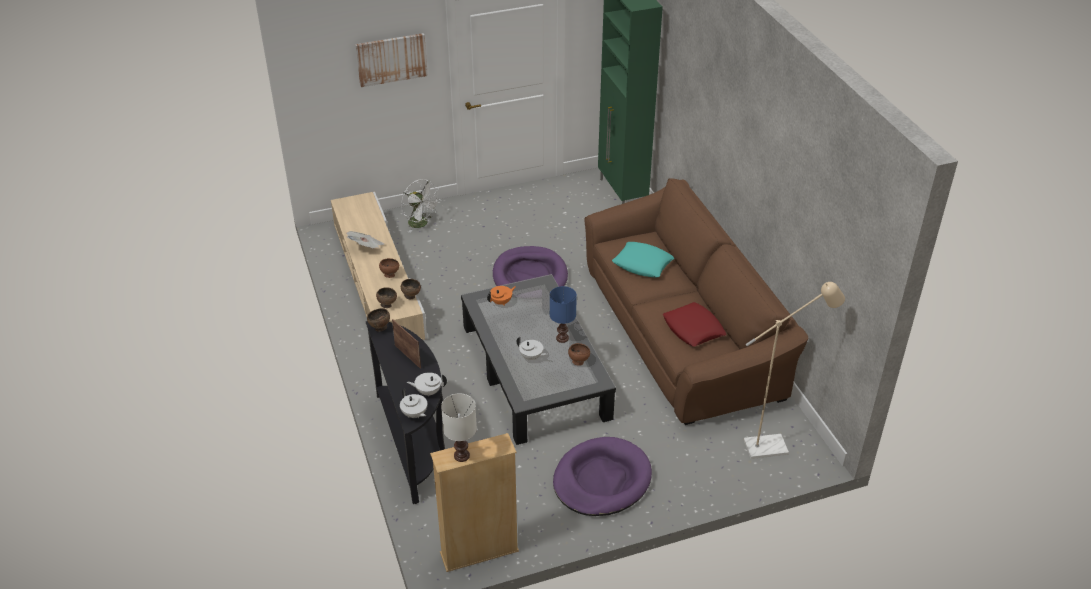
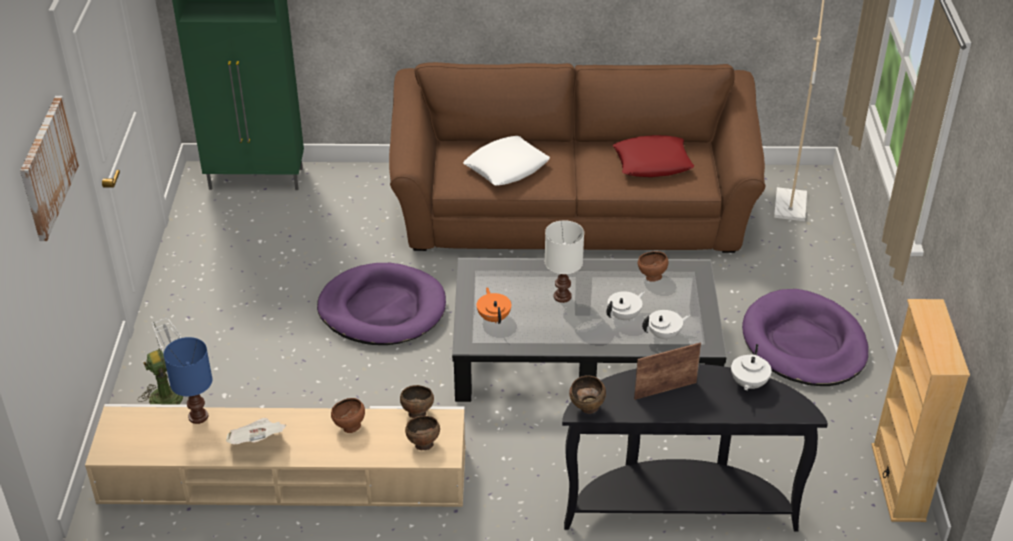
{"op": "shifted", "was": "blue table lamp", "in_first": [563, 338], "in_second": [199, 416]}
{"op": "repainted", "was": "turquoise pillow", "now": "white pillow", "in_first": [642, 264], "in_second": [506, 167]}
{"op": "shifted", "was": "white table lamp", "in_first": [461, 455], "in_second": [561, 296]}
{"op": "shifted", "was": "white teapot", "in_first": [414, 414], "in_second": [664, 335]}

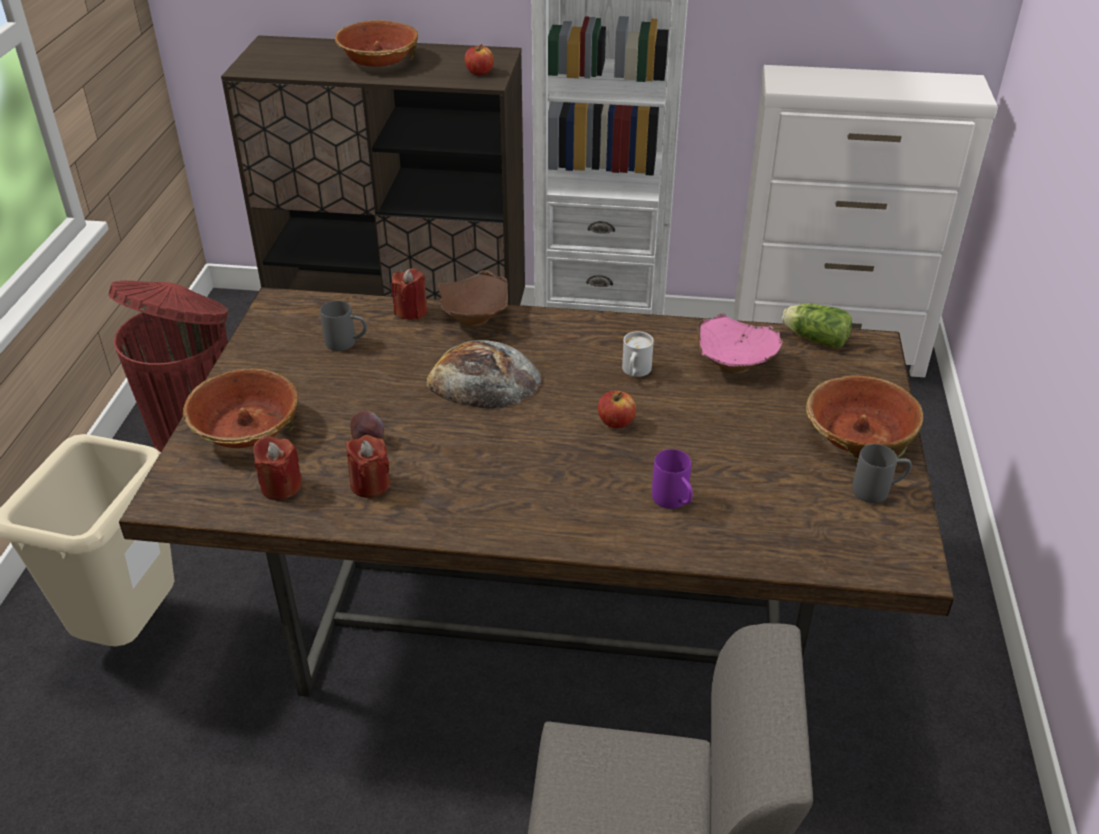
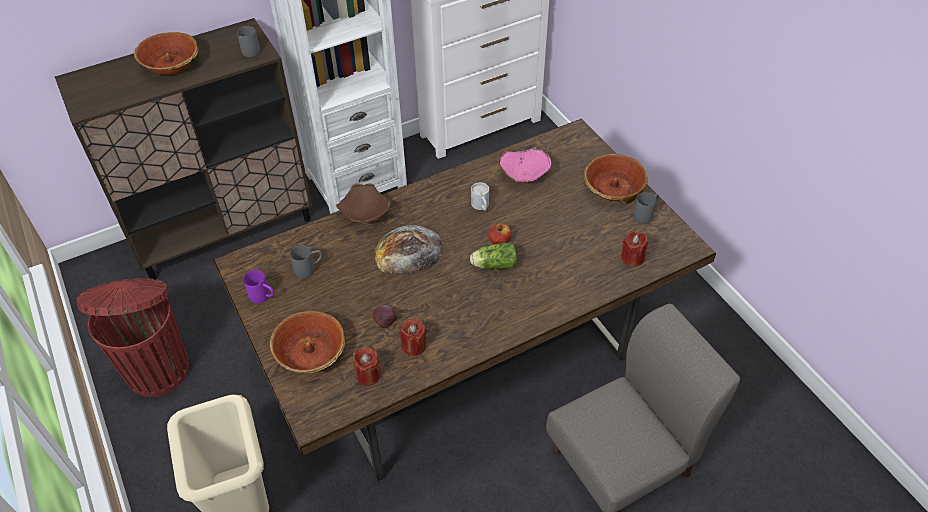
{"op": "swapped", "was": "apple", "now": "grey mug", "in_first": [479, 72], "in_second": [250, 49]}
{"op": "shifted", "was": "purple mug", "in_first": [674, 502], "in_second": [263, 297]}
{"op": "shifted", "was": "lettuce", "in_first": [813, 338], "in_second": [493, 265]}
{"op": "shifted", "was": "red candle", "in_first": [411, 311], "in_second": [632, 258]}

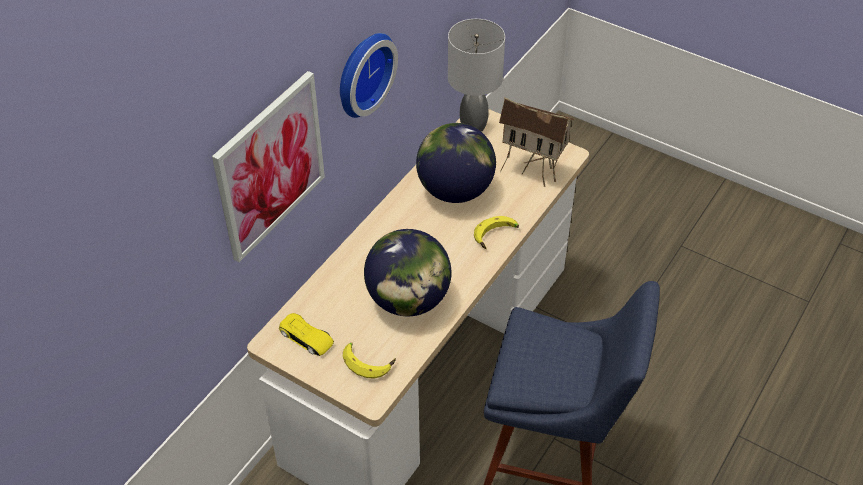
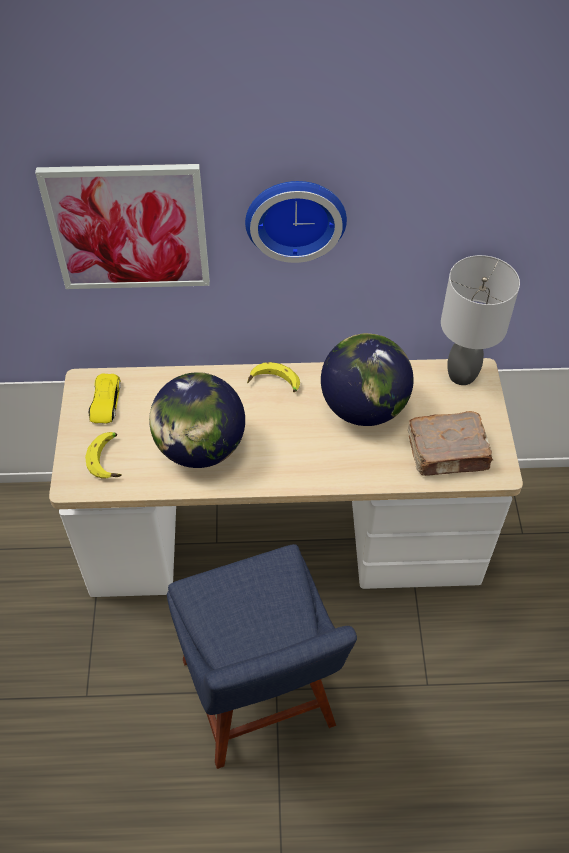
{"op": "shifted", "was": "banana", "in_first": [496, 236], "in_second": [274, 384]}
{"op": "swapped", "was": "toy house", "now": "brown book", "in_first": [532, 170], "in_second": [448, 453]}

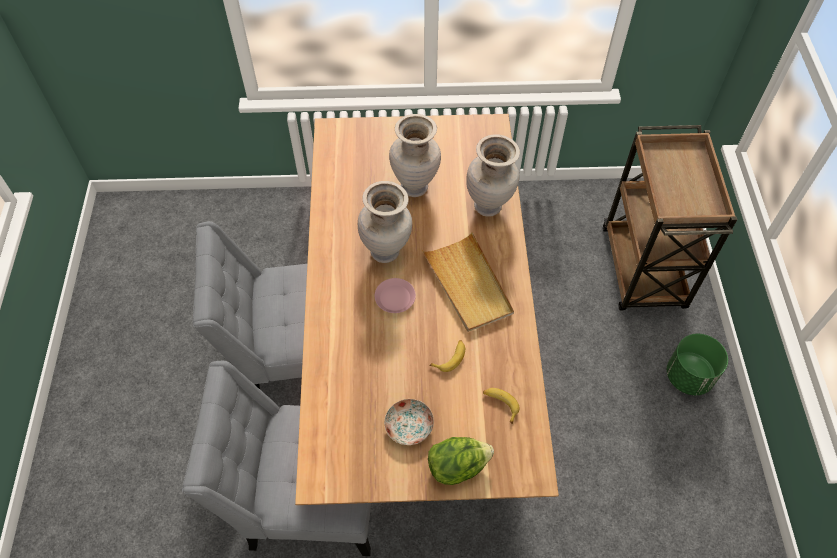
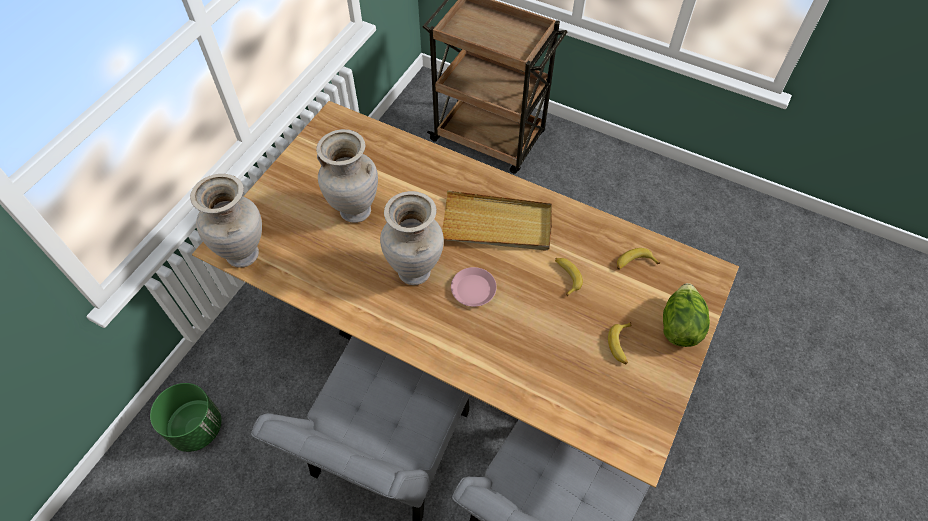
{"op": "shifted", "was": "green planter", "in_first": [688, 376], "in_second": [196, 427]}
{"op": "shifted", "was": "beige vase", "in_first": [489, 207], "in_second": [244, 254]}
{"op": "swapped", "was": "plate", "now": "banana", "in_first": [409, 427], "in_second": [621, 345]}

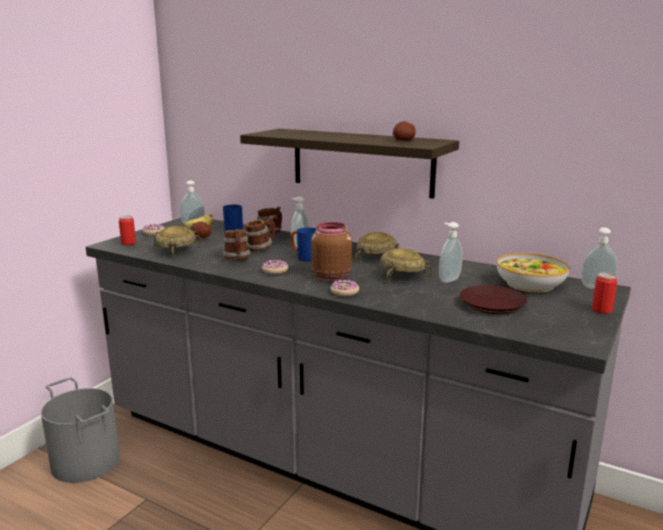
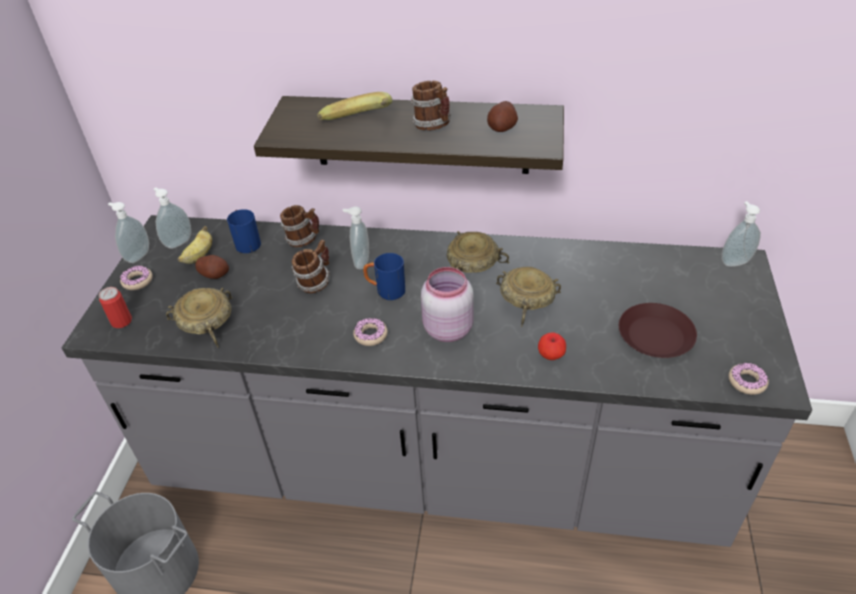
{"op": "shifted", "was": "soap dispenser", "in_first": [448, 279], "in_second": [137, 256]}
{"op": "new", "now": "banana", "in_second": [359, 125]}
{"op": "shifted", "was": "mug", "in_first": [237, 259], "in_second": [433, 126]}
{"op": "repainted", "was": "brown jar", "now": "pink jar", "in_first": [330, 277], "in_second": [446, 329]}
{"op": "new", "now": "apple", "in_second": [551, 355]}
{"op": "shifted", "was": "donut", "in_first": [344, 292], "in_second": [747, 382]}
{"op": "gone", "was": "bowl", "in_first": [530, 284]}
{"op": "gone", "was": "can", "in_first": [601, 310]}

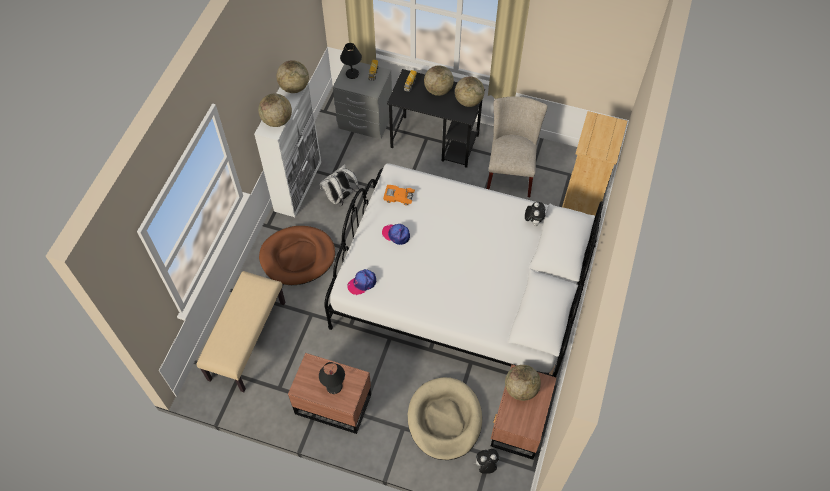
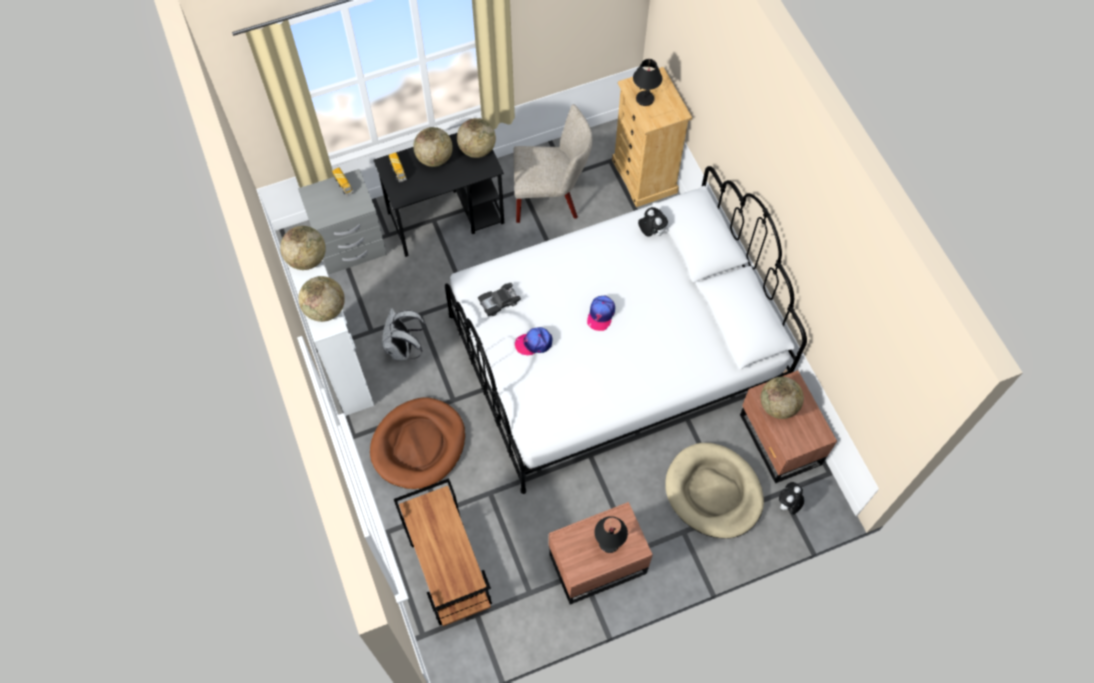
{"op": "swapped", "was": "beige bench", "now": "brown cart", "in_first": [247, 340], "in_second": [449, 572]}
{"op": "repainted", "was": "orange toy car", "now": "black toy car", "in_first": [399, 197], "in_second": [499, 302]}
{"op": "rotated", "was": "beige chair", "in_first": [510, 172], "in_second": [551, 198], "clockwise": 120}
{"op": "shifted", "was": "cap", "in_first": [362, 283], "in_second": [600, 314]}
{"op": "shifted", "was": "black table lamp", "in_first": [352, 74], "in_second": [645, 99]}

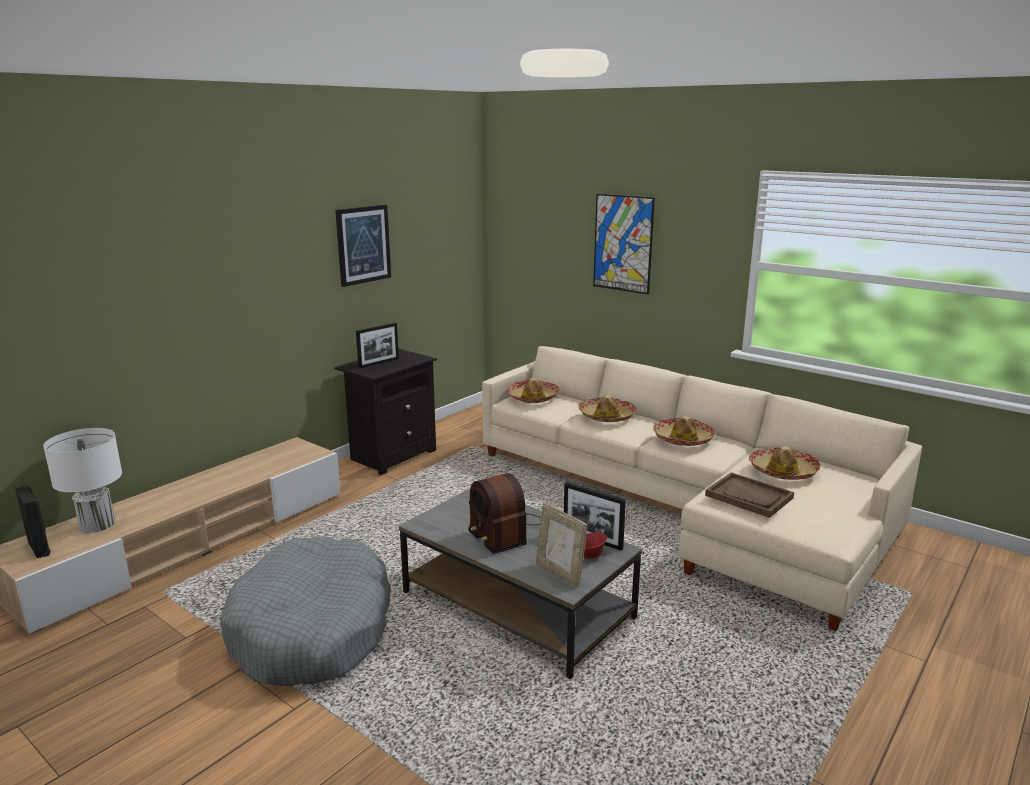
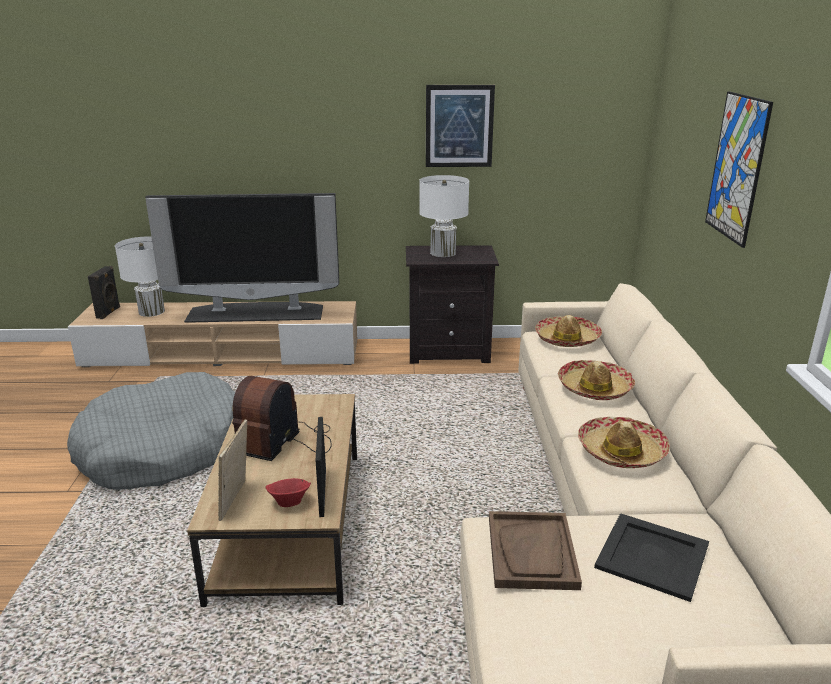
{"op": "new", "now": "television", "in_second": [256, 313]}
{"op": "repainted", "was": "grey coffee table", "now": "brown coffee table", "in_first": [518, 605], "in_second": [290, 524]}
{"op": "swapped", "was": "picture frame", "now": "white table lamp", "in_first": [379, 363], "in_second": [443, 253]}
{"op": "swapped", "was": "hat", "now": "black tray", "in_first": [783, 471], "in_second": [651, 555]}

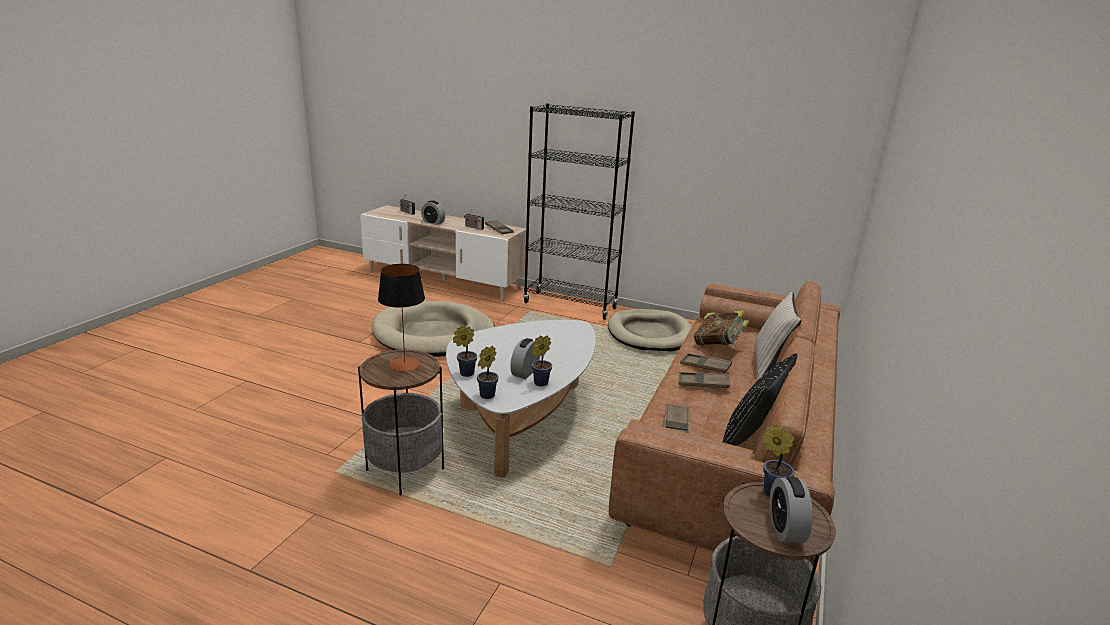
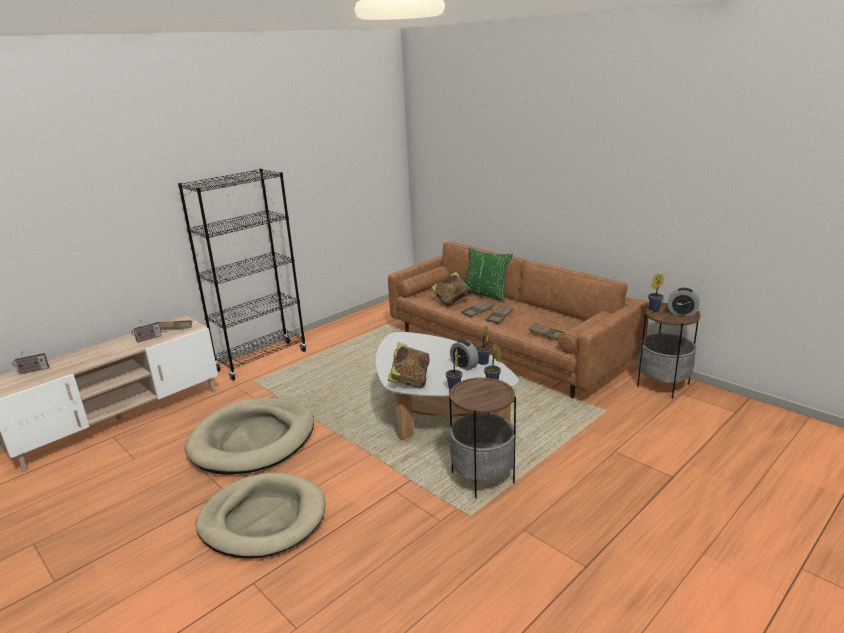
{"op": "shifted", "was": "beige dog bed", "in_first": [649, 334], "in_second": [263, 519]}
{"op": "new", "now": "book", "in_second": [409, 381]}
{"op": "repainted", "was": "beige pillow", "now": "green pillow", "in_first": [769, 366], "in_second": [486, 295]}
{"op": "gone", "was": "table lamp", "in_first": [404, 364]}
{"op": "gone", "was": "alarm clock", "in_first": [433, 222]}
{"op": "gone", "was": "black pillow", "in_first": [751, 439]}

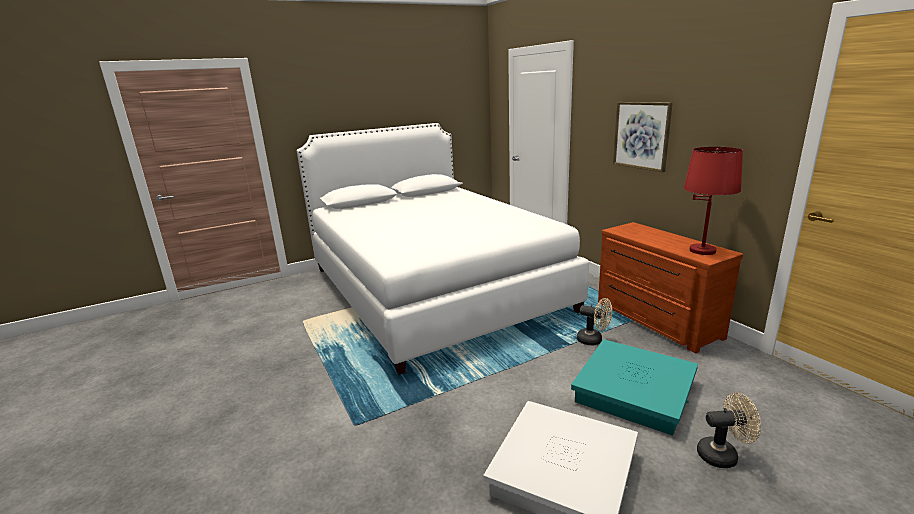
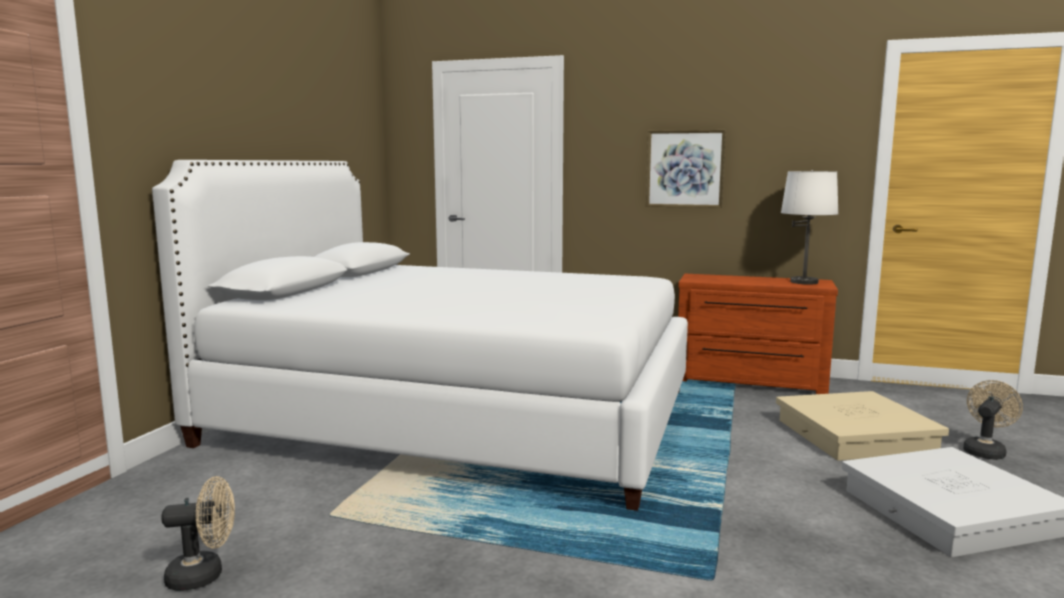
{"op": "shifted", "was": "beige fan", "in_first": [593, 340], "in_second": [204, 575]}
{"op": "repainted", "was": "turquoise storage box", "now": "beige storage box", "in_first": [634, 392], "in_second": [855, 436]}
{"op": "repainted", "was": "red table lamp", "now": "white table lamp", "in_first": [702, 250], "in_second": [804, 282]}

